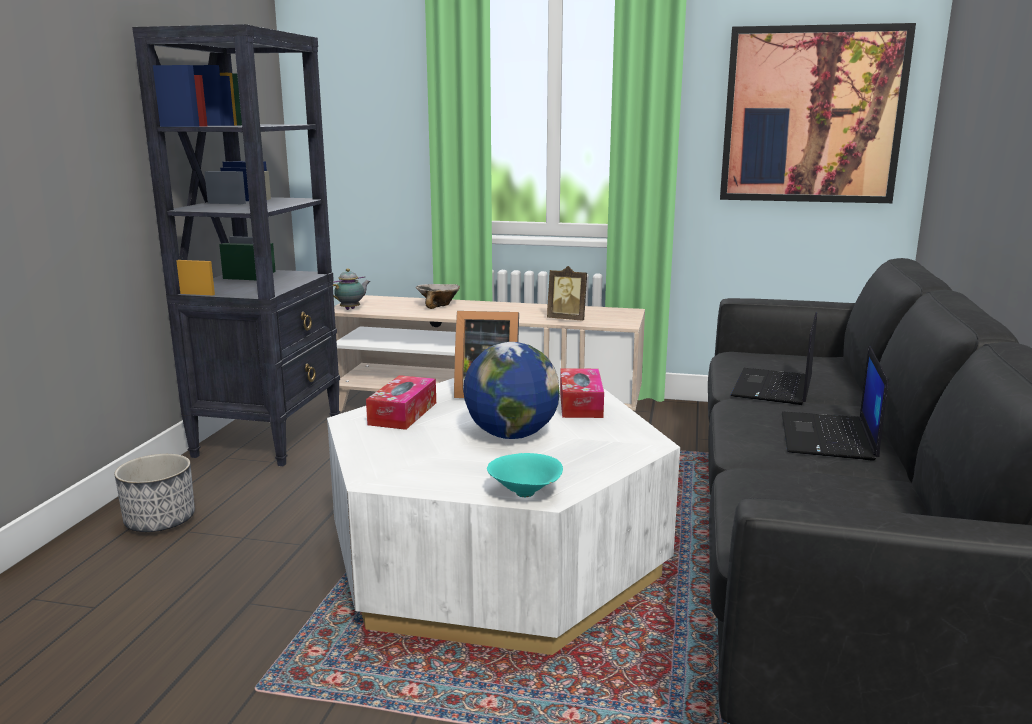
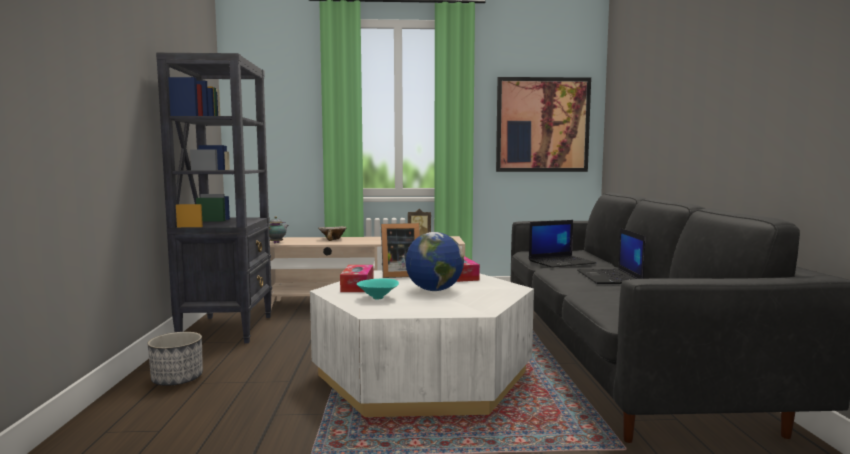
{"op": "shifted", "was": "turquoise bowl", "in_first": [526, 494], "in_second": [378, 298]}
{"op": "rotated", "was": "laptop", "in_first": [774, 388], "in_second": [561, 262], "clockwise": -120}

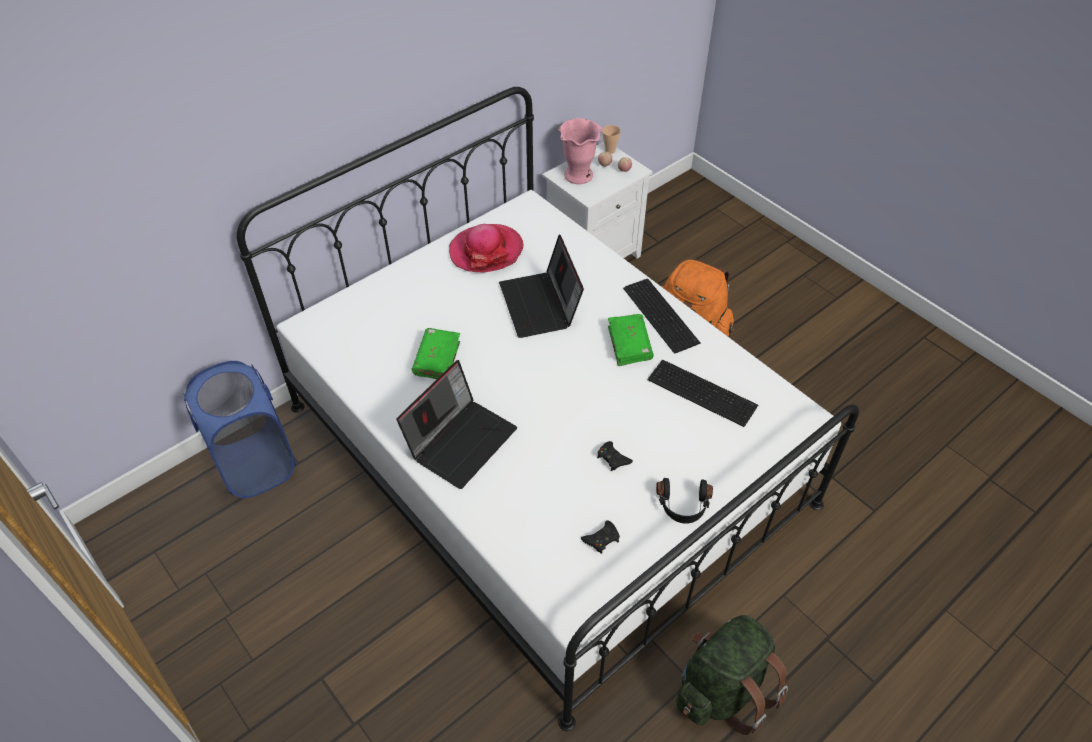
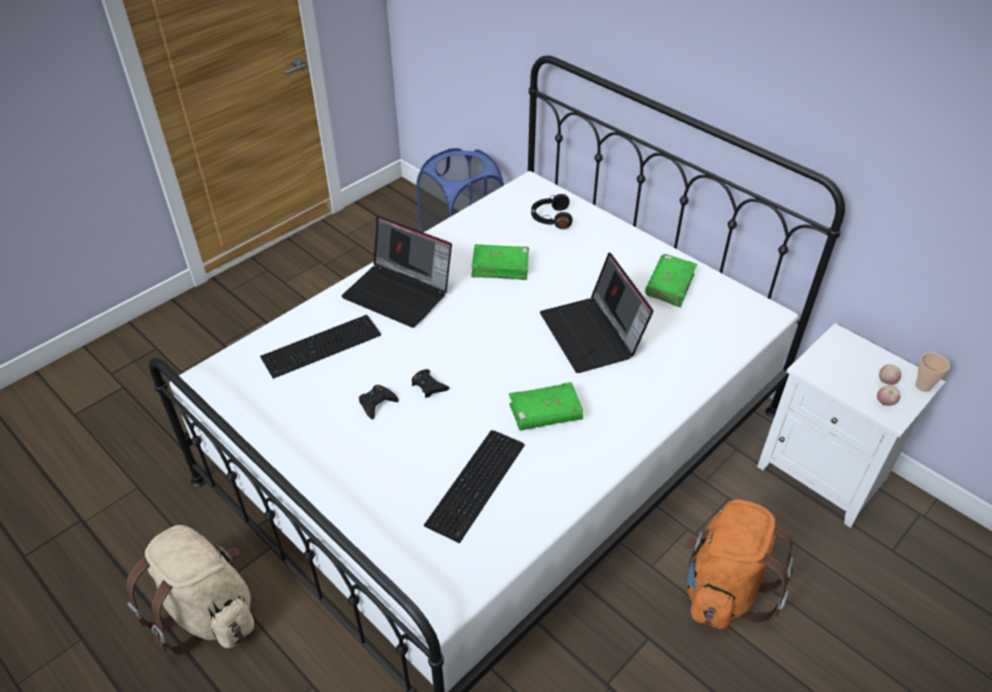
{"op": "repainted", "was": "green backpack", "now": "beige backpack", "in_first": [722, 689], "in_second": [208, 613]}
{"op": "shifted", "was": "keyboard", "in_first": [661, 314], "in_second": [323, 346]}
{"op": "shifted", "was": "black game controller", "in_first": [601, 539], "in_second": [428, 386]}
{"op": "shifted", "was": "black headphones", "in_first": [683, 506], "in_second": [551, 218]}
{"op": "rotated", "was": "laptop", "in_first": [541, 305], "in_second": [593, 335], "clockwise": -90}
{"op": "swapped", "was": "hat", "now": "green book", "in_first": [486, 251], "in_second": [669, 286]}
{"op": "gone", "was": "pink vase", "in_first": [578, 175]}

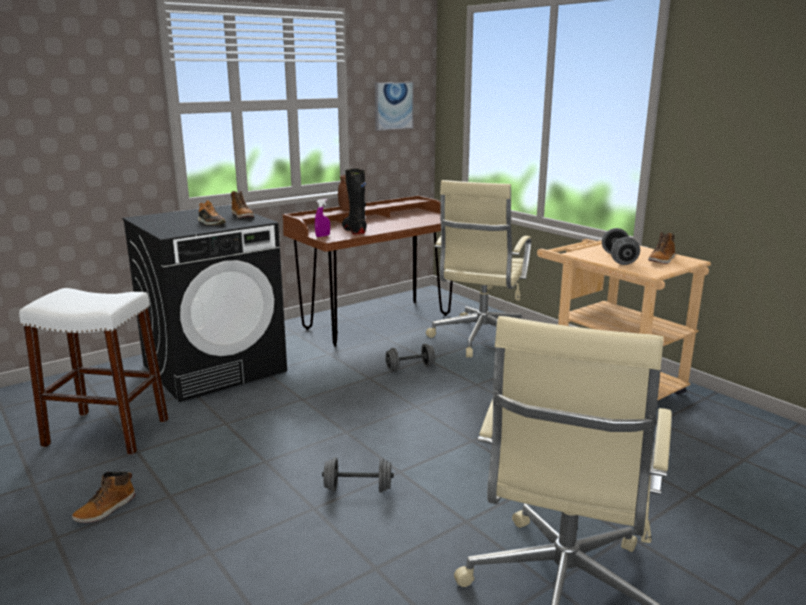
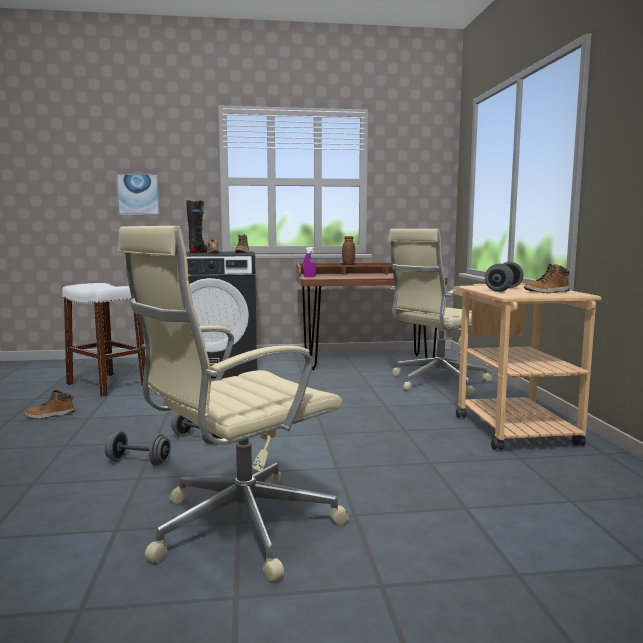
{"op": "shifted", "was": "grey dumbbell", "in_first": [410, 368], "in_second": [138, 462]}
{"op": "shifted", "was": "picture", "in_first": [393, 105], "in_second": [138, 194]}
{"op": "shifted", "was": "black boot", "in_first": [354, 231], "in_second": [198, 252]}

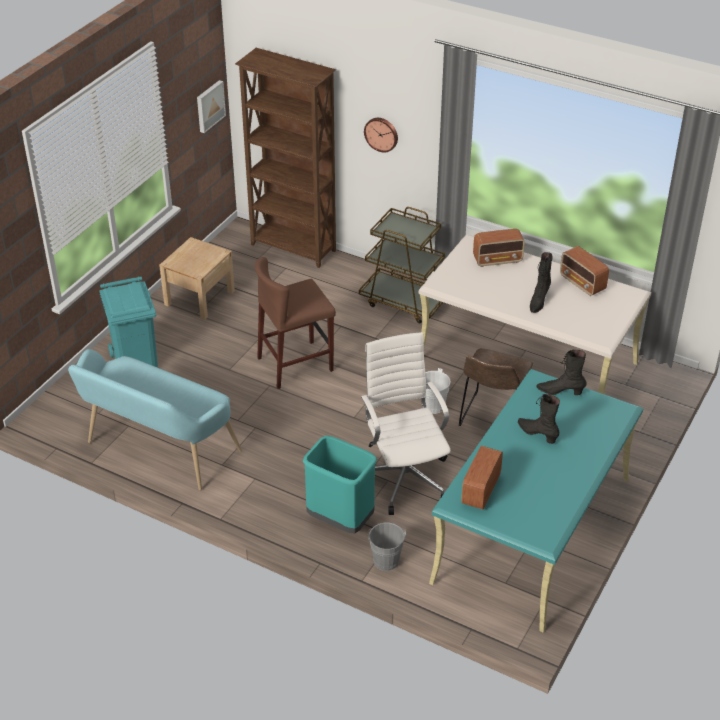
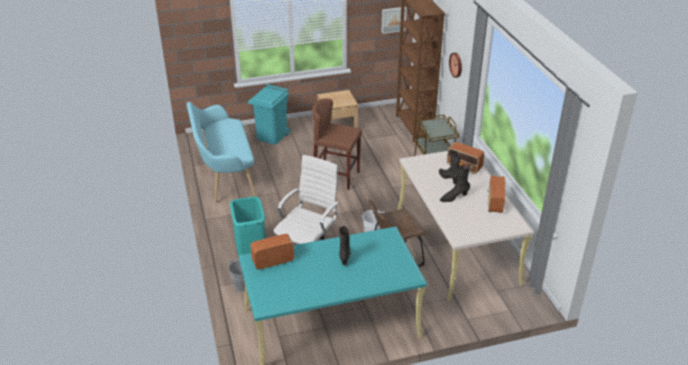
{"op": "shifted", "was": "black boot", "in_first": [560, 391], "in_second": [449, 178]}

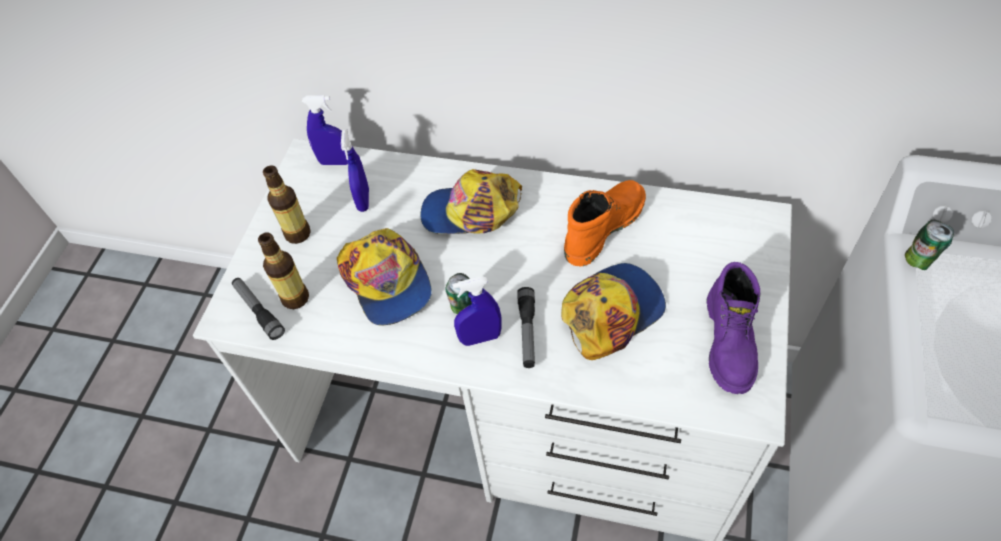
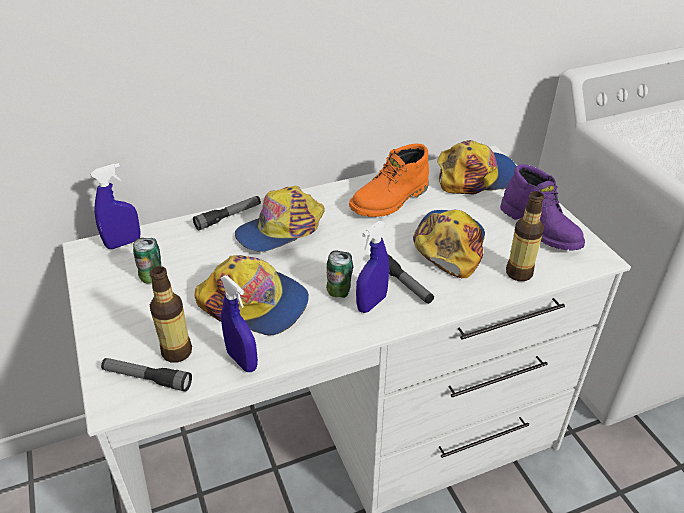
{"op": "shifted", "was": "can", "in_first": [918, 261], "in_second": [152, 278]}
{"op": "new", "now": "flashlight", "in_second": [228, 217]}
{"op": "shifted", "was": "blue spray bottle", "in_first": [363, 200], "in_second": [242, 361]}
{"op": "rotated", "was": "orange boot", "in_first": [603, 226], "in_second": [390, 201], "clockwise": -135}
{"op": "new", "now": "cap", "in_second": [476, 176]}
{"op": "shifted", "was": "bottle", "in_first": [297, 233], "in_second": [519, 273]}

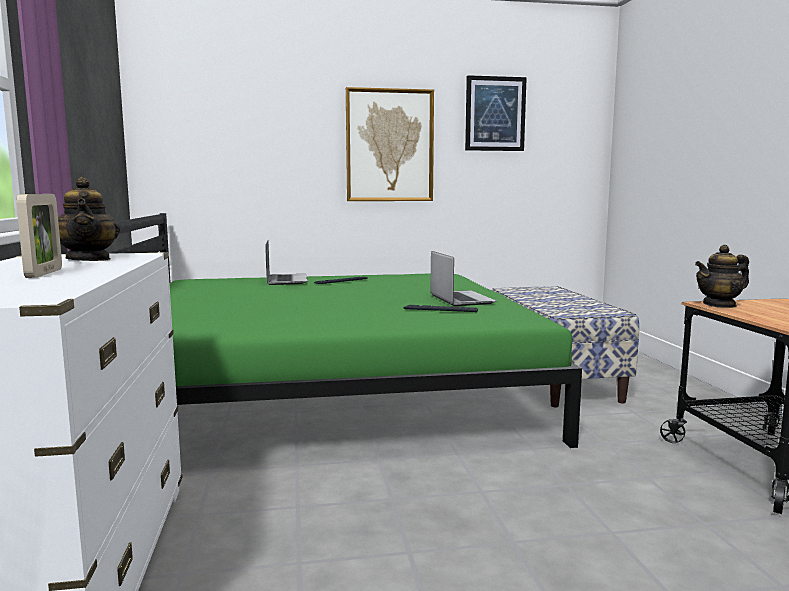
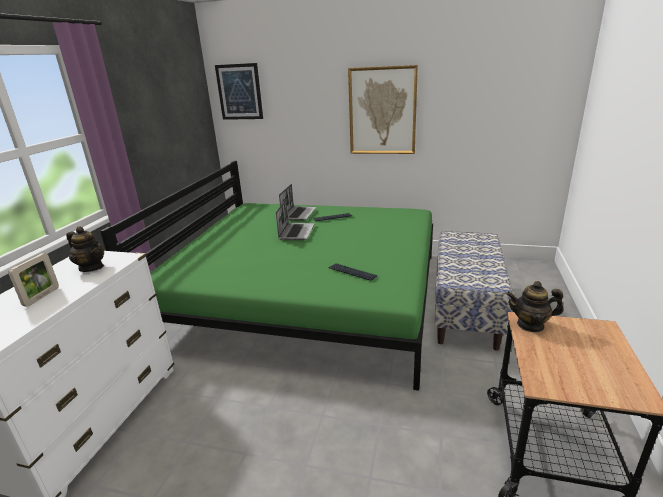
{"op": "rotated", "was": "teapot", "in_first": [89, 259], "in_second": [91, 267], "clockwise": -60}
{"op": "shifted", "was": "picture", "in_first": [495, 114], "in_second": [239, 92]}
{"op": "shifted", "was": "laptop", "in_first": [460, 299], "in_second": [296, 232]}

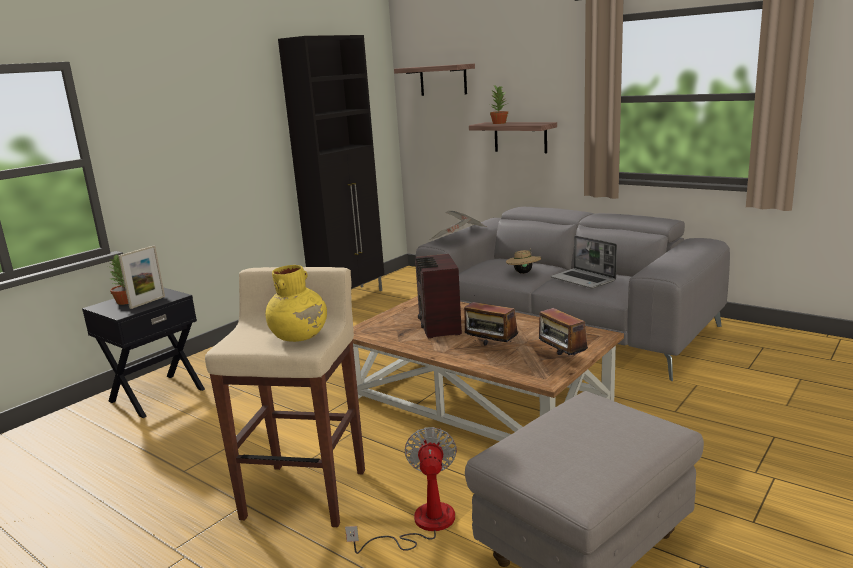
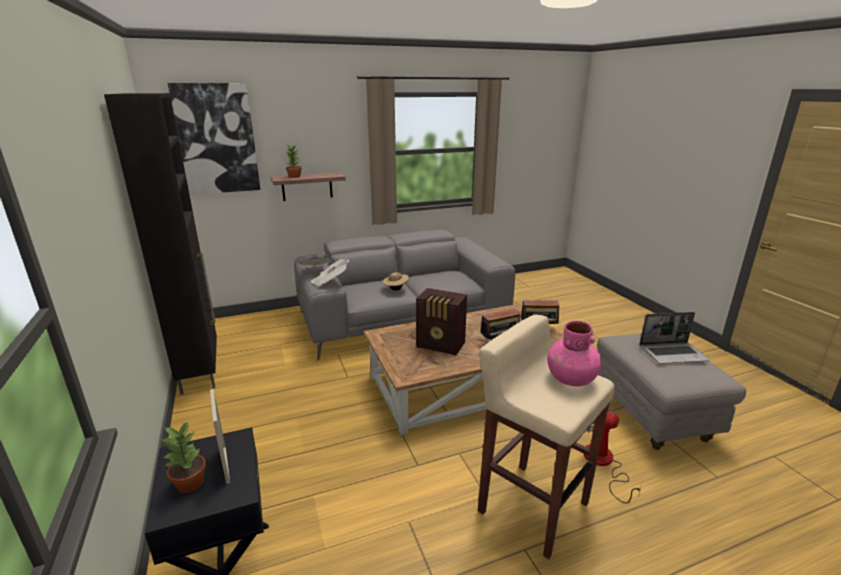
{"op": "swapped", "was": "shelf", "now": "picture", "in_first": [443, 80], "in_second": [217, 139]}
{"op": "repainted", "was": "yellow vase", "now": "pink vase", "in_first": [300, 337], "in_second": [571, 379]}
{"op": "shifted", "was": "laptop", "in_first": [584, 280], "in_second": [673, 353]}

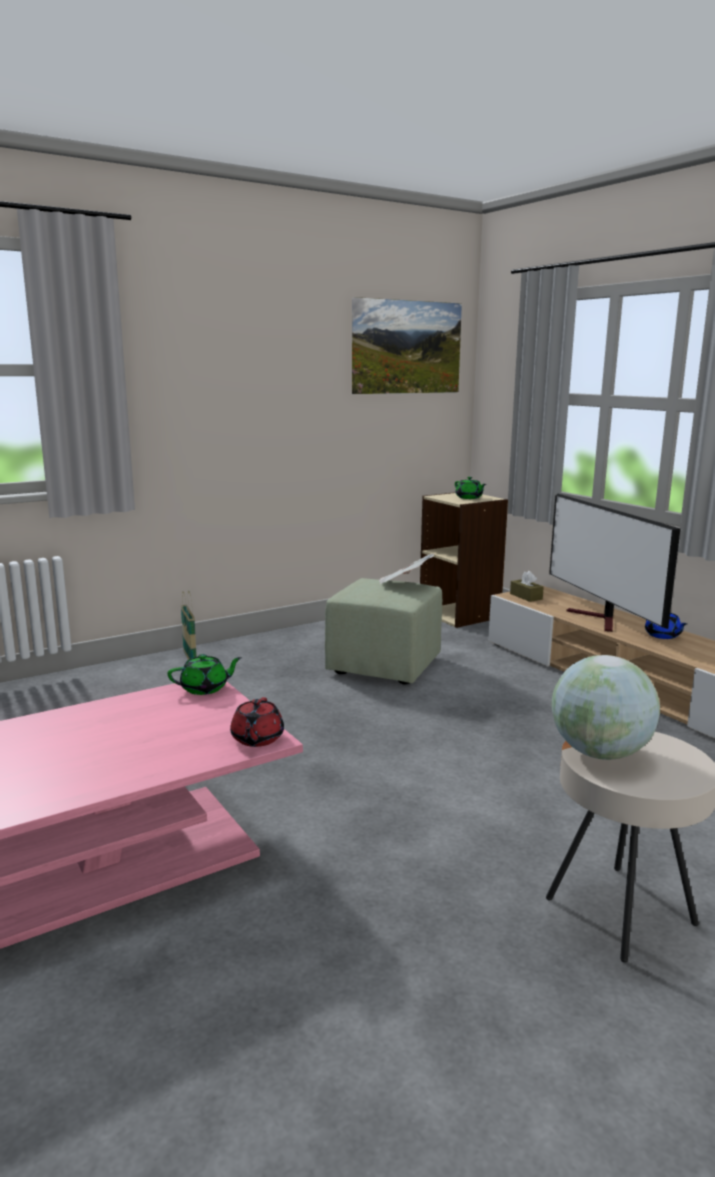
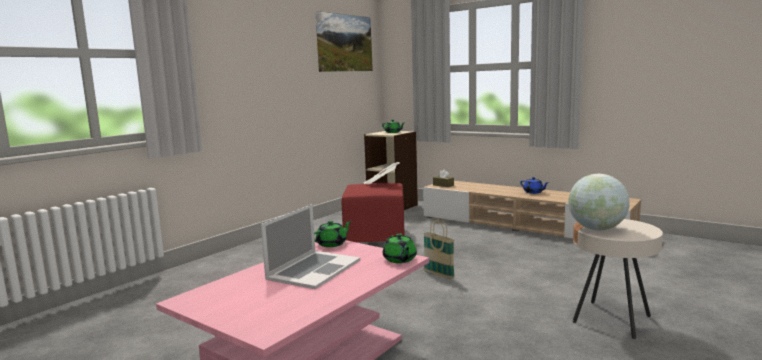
{"op": "new", "now": "laptop", "in_second": [313, 269]}
{"op": "repainted", "was": "green ottoman", "now": "red ottoman", "in_first": [384, 667], "in_second": [375, 237]}
{"op": "repainted", "was": "red teapot", "now": "green teapot", "in_first": [257, 739], "in_second": [399, 259]}
{"op": "shifted", "was": "basket", "in_first": [190, 657], "in_second": [438, 275]}
{"op": "gone", "was": "television", "in_first": [600, 620]}

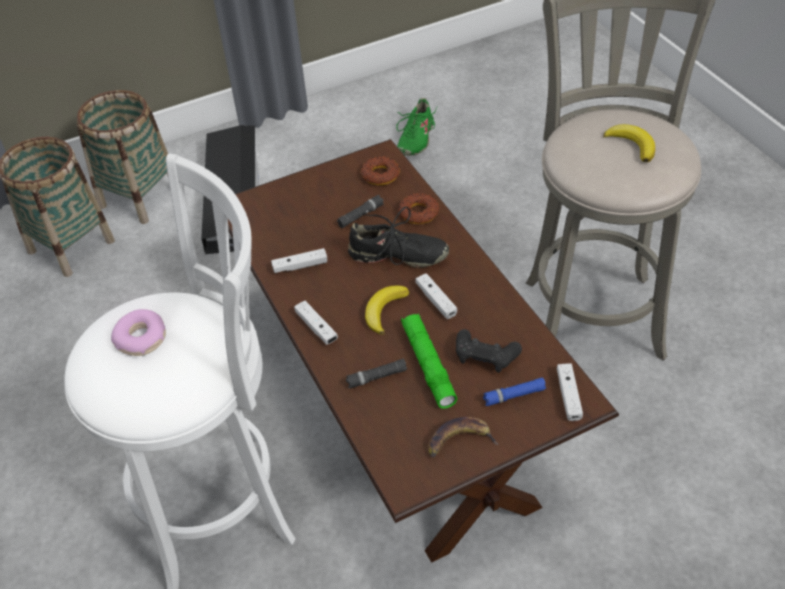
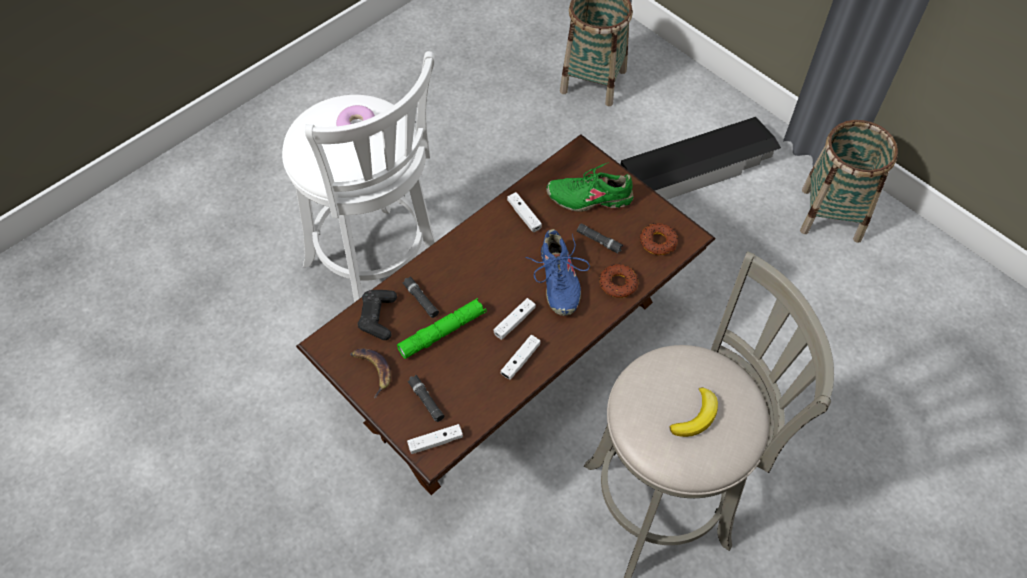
{"op": "shifted", "was": "black game controller", "in_first": [485, 356], "in_second": [378, 317]}
{"op": "repainted", "was": "blue flashlight", "now": "black flashlight", "in_first": [514, 395], "in_second": [426, 400]}
{"op": "shifted", "was": "white game controller", "in_first": [316, 327], "in_second": [520, 360]}
{"op": "repainted", "was": "black shoe", "now": "blue shoe", "in_first": [398, 256], "in_second": [557, 281]}
{"op": "shifted", "was": "green shoe", "in_first": [415, 138], "in_second": [589, 197]}
{"op": "shifted", "was": "basket", "in_first": [140, 197], "in_second": [831, 214]}
{"op": "gone", "was": "banana", "in_first": [384, 310]}

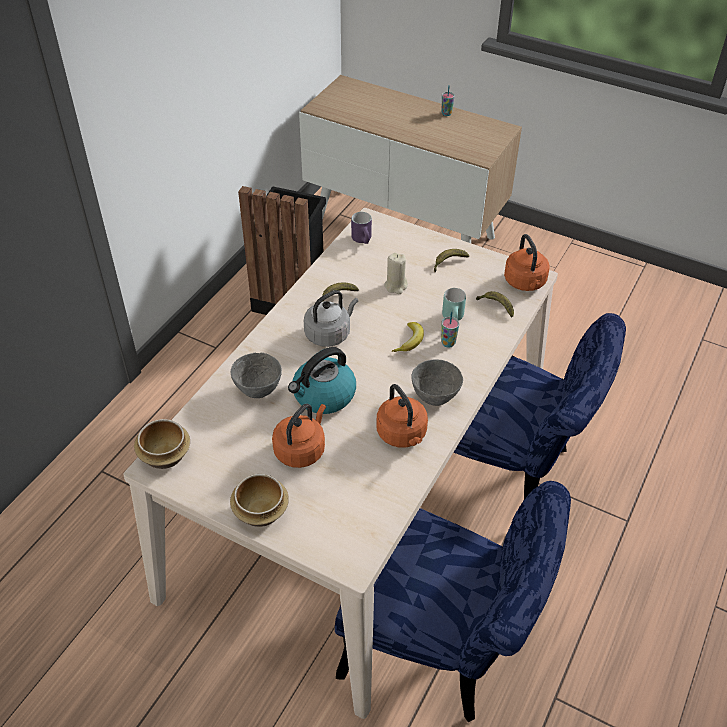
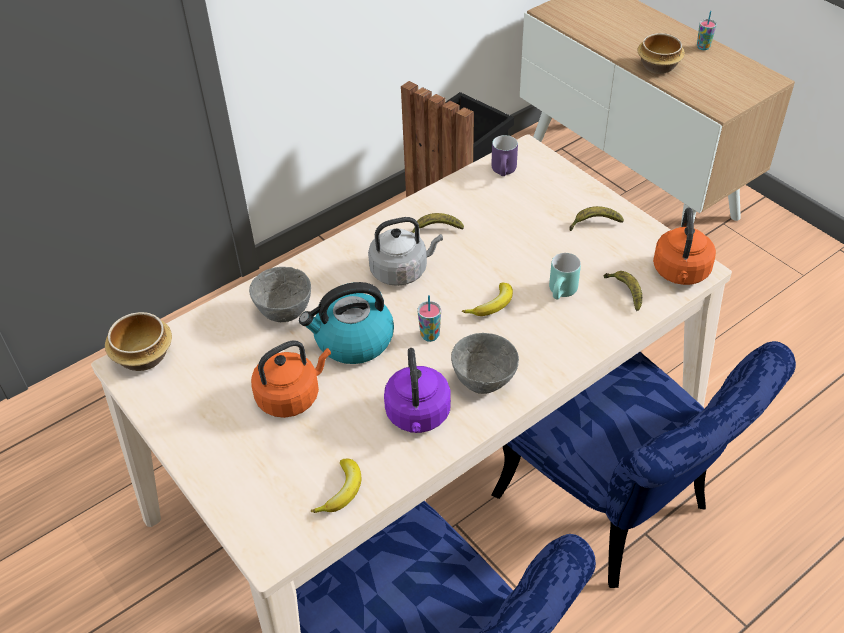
{"op": "new", "now": "banana", "in_second": [342, 491]}
{"op": "repainted", "was": "orange kettle", "now": "purple kettle", "in_first": [402, 435], "in_second": [418, 416]}
{"op": "shifted", "was": "cup", "in_first": [448, 343], "in_second": [430, 335]}
{"op": "shifted", "was": "bowl", "in_first": [261, 511], "in_second": [658, 66]}
{"op": "gone", "was": "beige candle", "in_first": [396, 286]}

